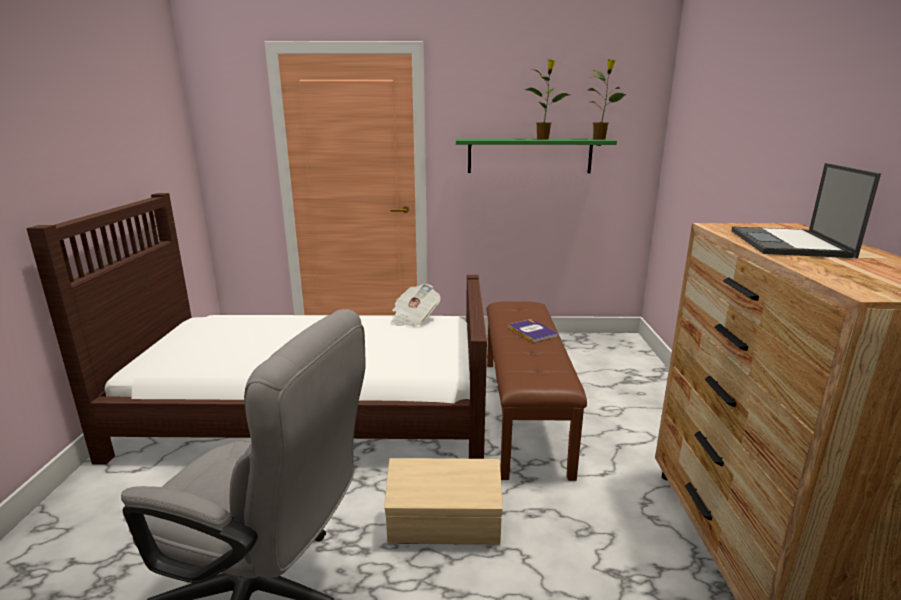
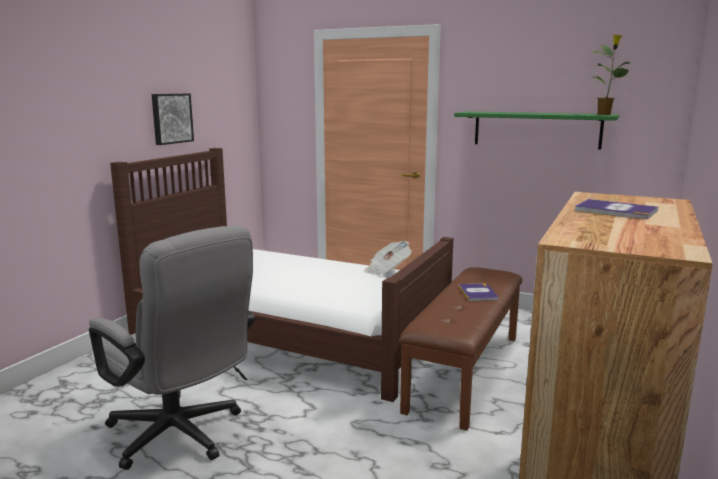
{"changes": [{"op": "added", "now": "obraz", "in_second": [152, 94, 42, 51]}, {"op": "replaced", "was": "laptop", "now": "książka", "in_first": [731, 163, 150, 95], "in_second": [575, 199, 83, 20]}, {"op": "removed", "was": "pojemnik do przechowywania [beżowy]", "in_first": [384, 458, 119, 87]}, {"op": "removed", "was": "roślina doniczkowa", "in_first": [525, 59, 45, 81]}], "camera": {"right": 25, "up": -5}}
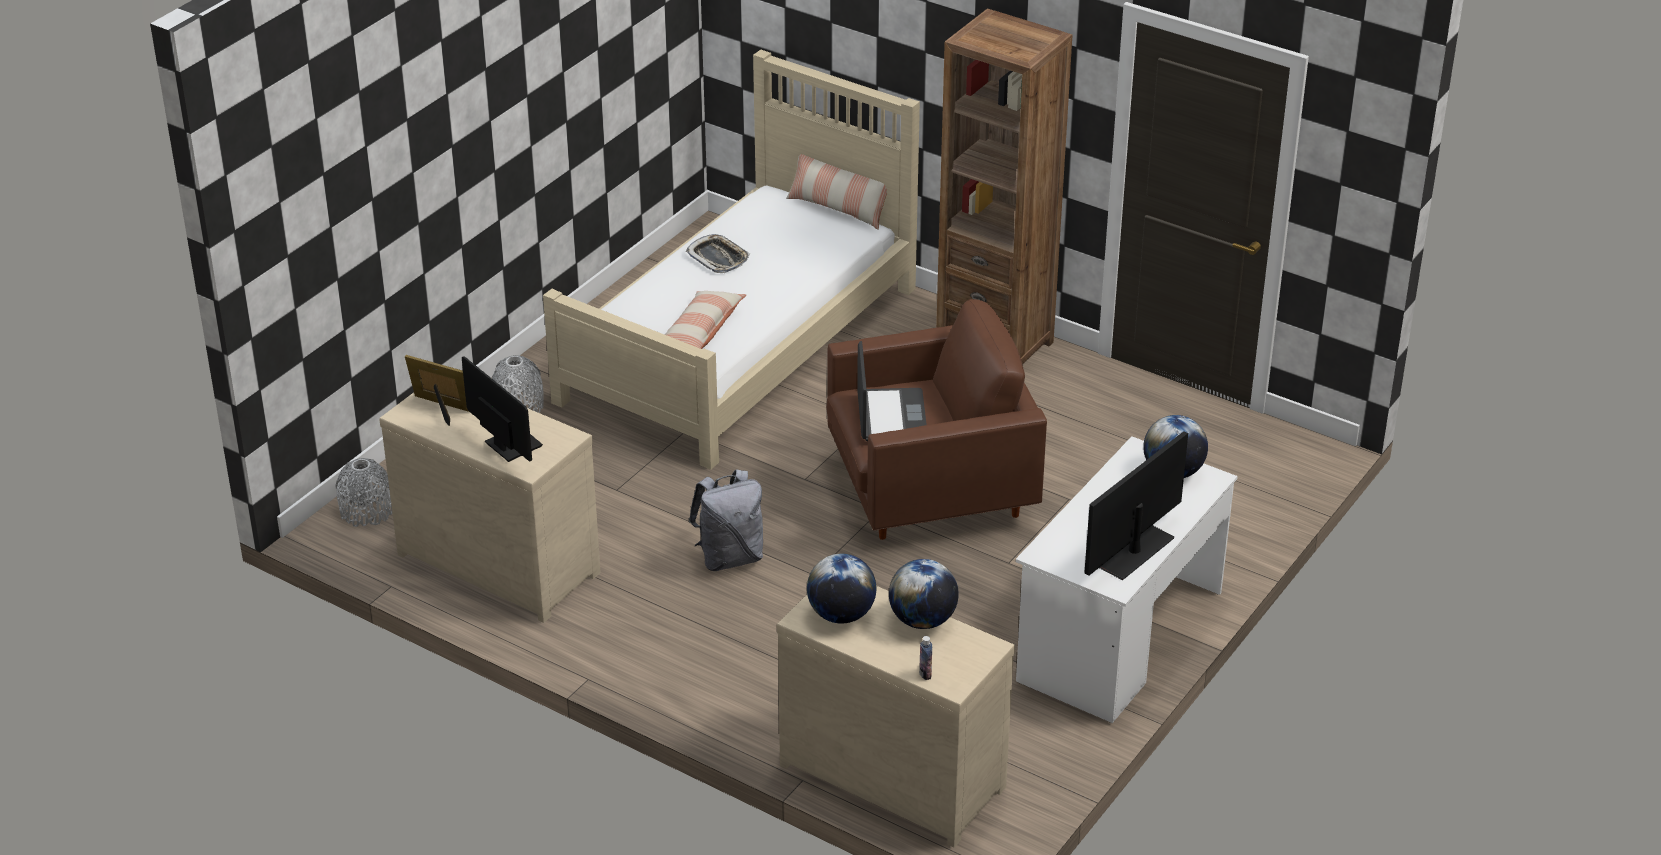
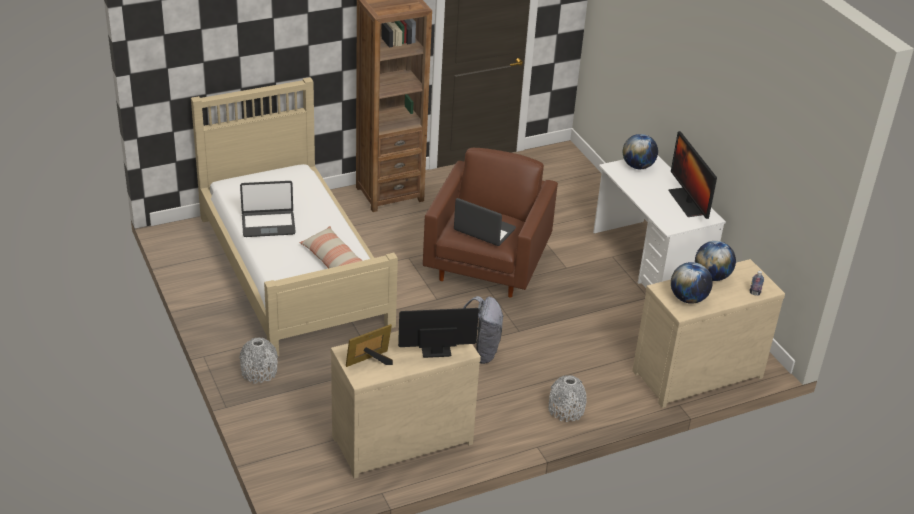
{"changes": [{"op": "replaced", "was": "taca", "now": "laptop", "in_first": [685, 234, 65, 39], "in_second": [240, 181, 56, 56]}, {"op": "moved", "was": "wazon [szary]", "in_first": [335, 458, 57, 69], "in_second": [548, 375, 39, 47]}, {"op": "removed", "was": "poduszka", "in_first": [786, 154, 101, 76]}], "camera": {"right": -60, "up": 0}}
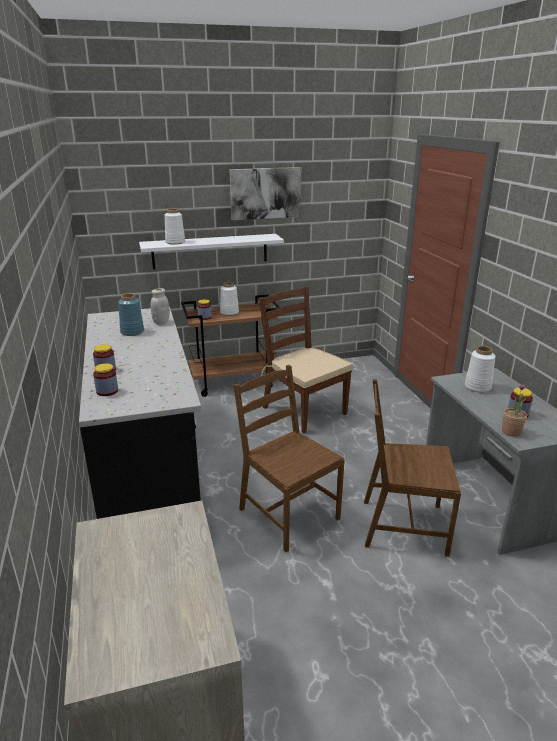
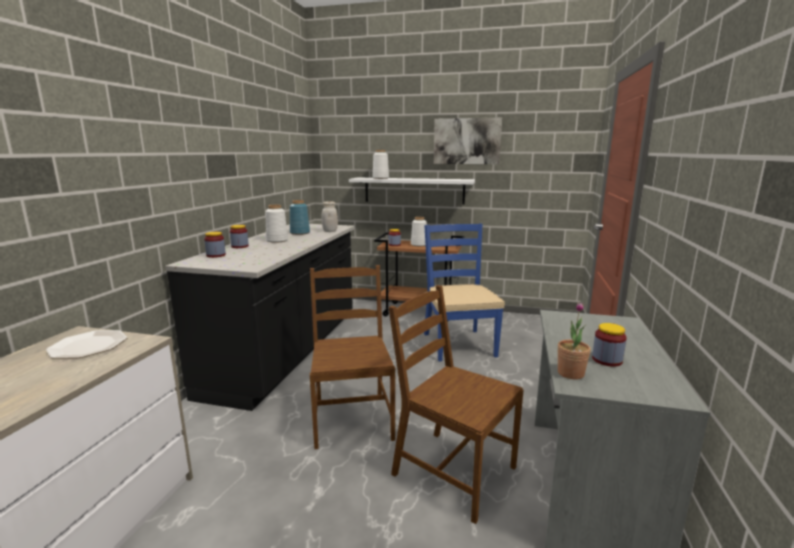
{"changes": [{"op": "added", "now": "talerz", "in_second": [46, 330, 82, 29]}, {"op": "moved", "was": "wazon [biały]", "in_first": [465, 346, 31, 46], "in_second": [265, 205, 23, 38]}, {"op": "recoloured", "was": "krzesło [brązowy]", "now": "krzesło [niebieski]", "in_first": [259, 287, 94, 146], "in_second": [424, 224, 81, 138]}], "camera": {"right": 30, "up": -10}}
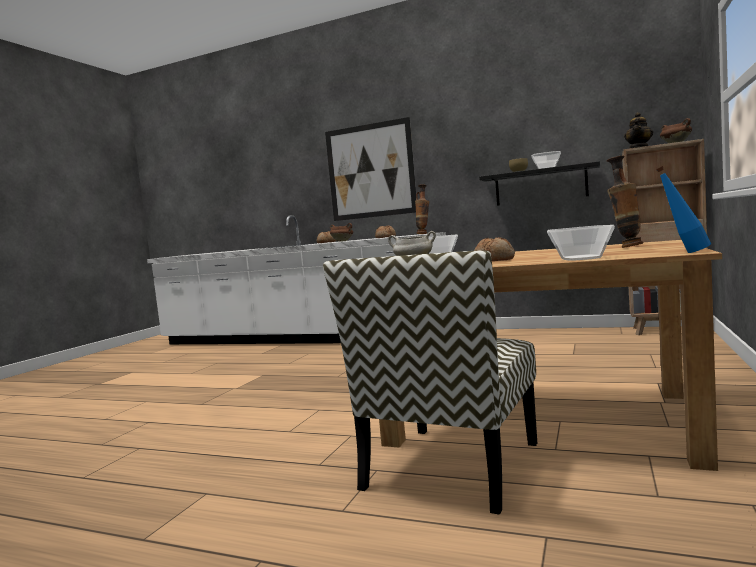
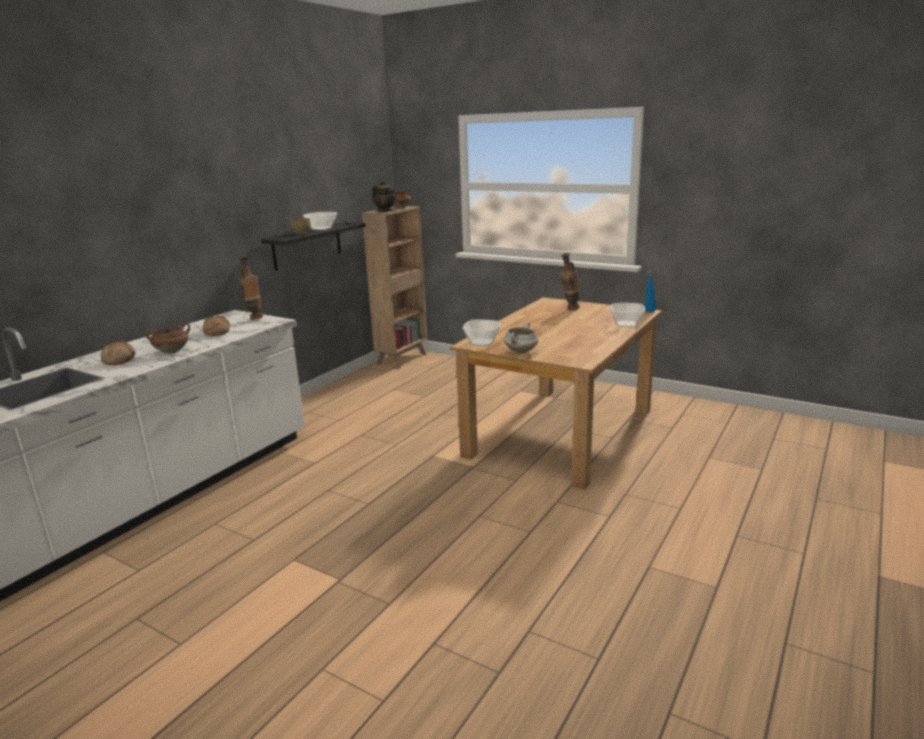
{"changes": [{"op": "removed", "was": "krzesło", "in_first": [323, 250, 214, 265]}, {"op": "removed", "was": "obraz", "in_first": [325, 117, 91, 104]}, {"op": "removed", "was": "chleb", "in_first": [474, 237, 41, 24]}], "camera": {"right": -80, "up": 15}}
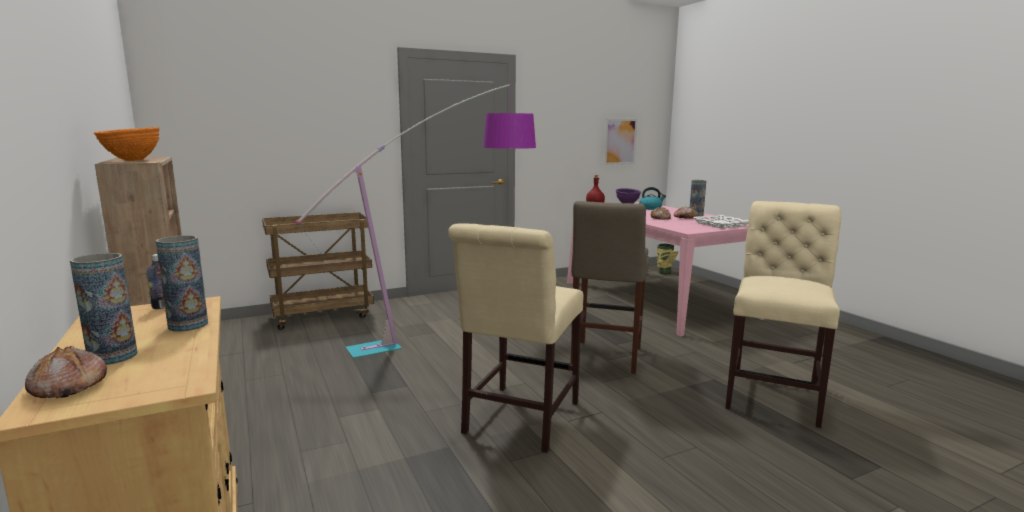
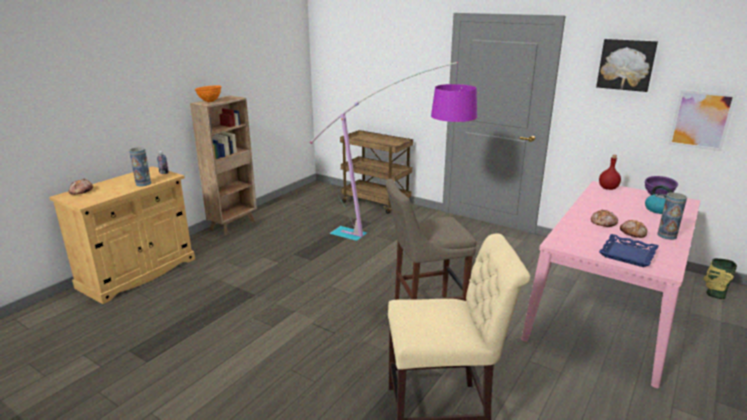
{"changes": [{"op": "added", "now": "obraz", "in_second": [596, 39, 62, 53]}, {"op": "recoloured", "was": "taca [biały]", "now": "taca [niebieski]", "in_first": [693, 215, 56, 13], "in_second": [599, 234, 59, 33]}, {"op": "removed", "was": "wazon", "in_first": [70, 253, 67, 112]}, {"op": "removed", "was": "krzesło [beżowy]", "in_first": [448, 224, 136, 229]}], "camera": {"right": 60, "up": 10}}
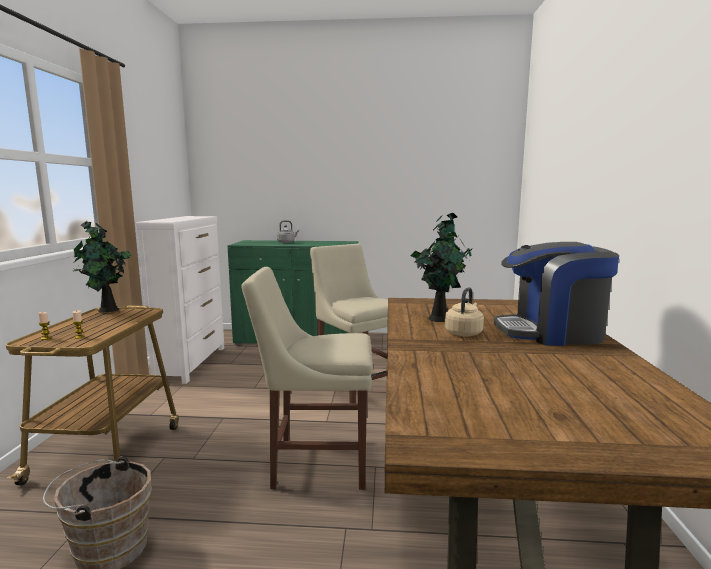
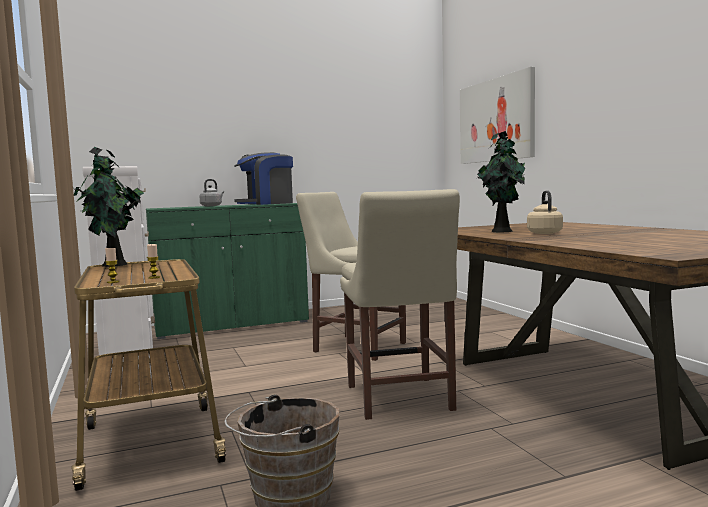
{"changes": [{"op": "moved", "was": "ekspres do kawy", "in_first": [494, 242, 125, 104], "in_second": [234, 152, 59, 53]}, {"op": "turned", "was": "krzesło [beżowy]", "in_first": [241, 267, 132, 223], "in_second": [340, 189, 120, 231], "clockwise": -75}, {"op": "added", "now": "obraz", "in_second": [460, 67, 75, 97]}], "camera": {"right": -25, "up": -5}}
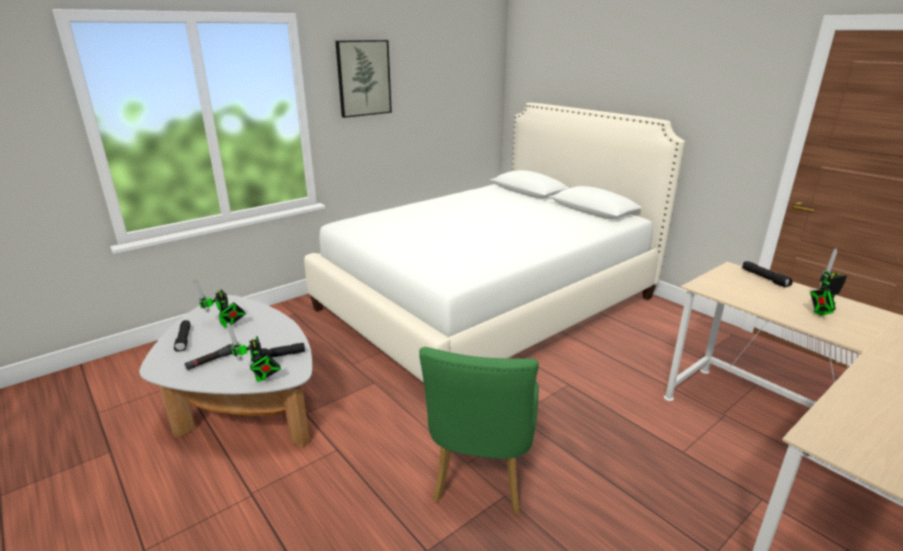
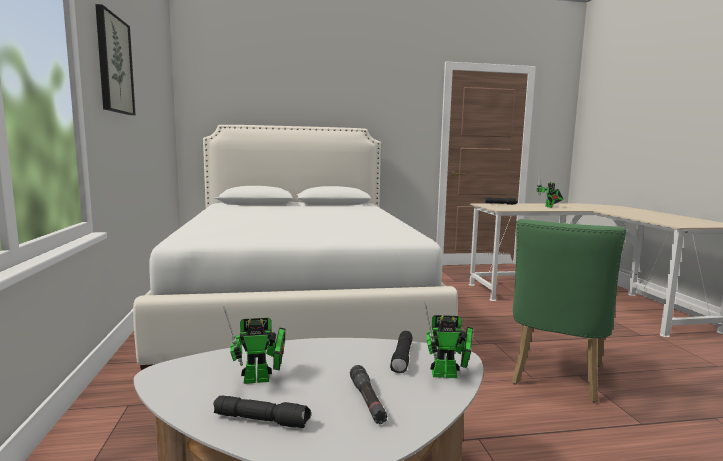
{"changes": [{"op": "turned", "was": "krzesło [zielony]", "in_first": [419, 347, 120, 168], "in_second": [512, 219, 114, 184], "clockwise": 75}], "camera": {"right": -60, "up": -15}}
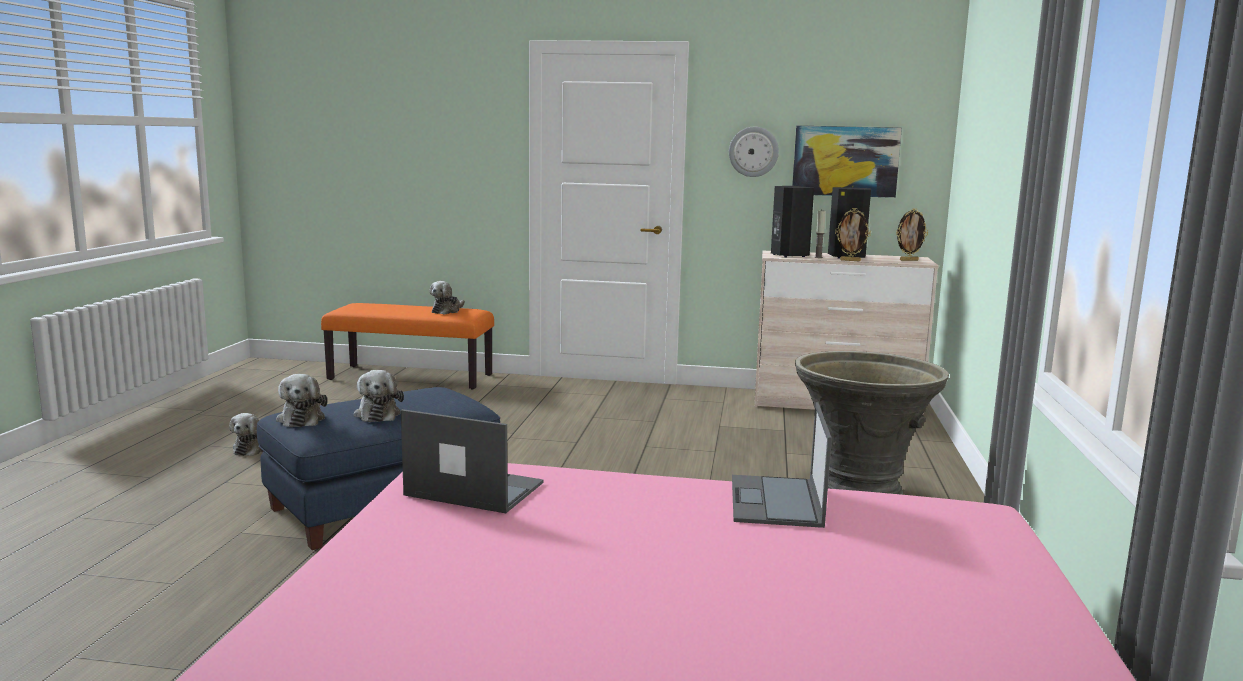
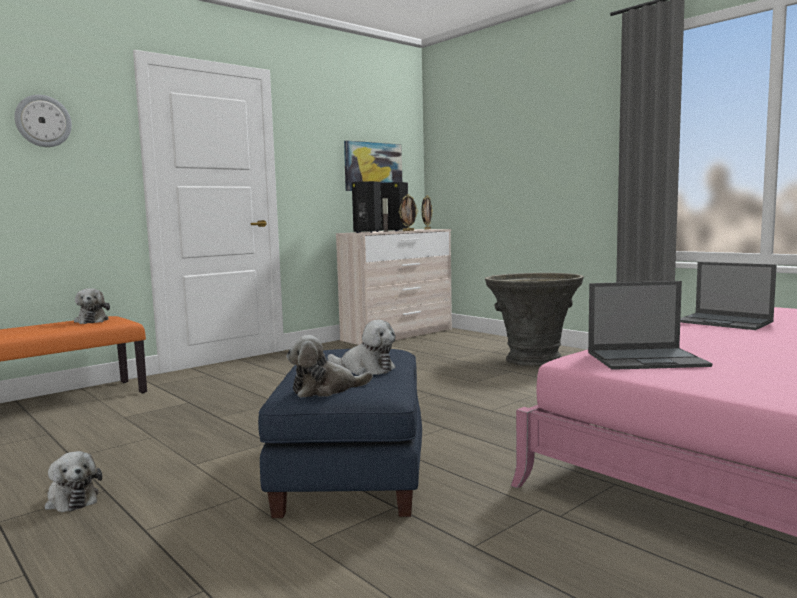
{"changes": [{"op": "moved", "was": "zegar ścienny", "in_first": [729, 127, 50, 50], "in_second": [14, 95, 58, 52]}, {"op": "turned", "was": "pluszak", "in_first": [276, 374, 52, 53], "in_second": [286, 335, 87, 63], "clockwise": 135}, {"op": "turned", "was": "laptop", "in_first": [401, 409, 143, 104], "in_second": [588, 281, 124, 89], "clockwise": -150}], "camera": {"right": -50, "up": -5}}
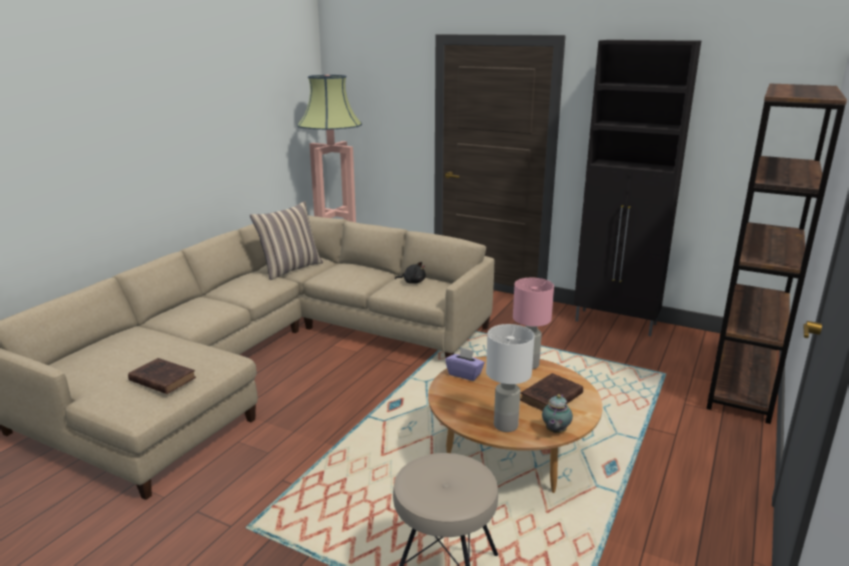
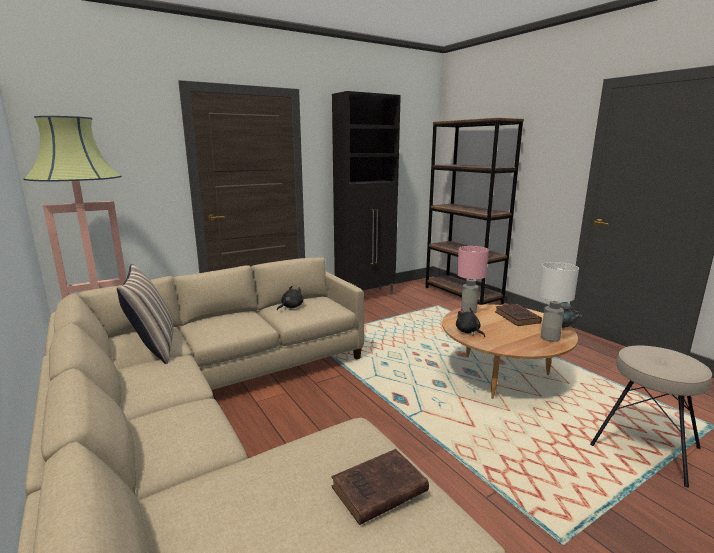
{"changes": [{"op": "replaced", "was": "pudełko chusteczek [fioletowy]", "now": "pluszak [czarny]", "in_first": [445, 347, 40, 34], "in_second": [456, 308, 29, 29]}], "camera": {"right": -60, "up": -5}}
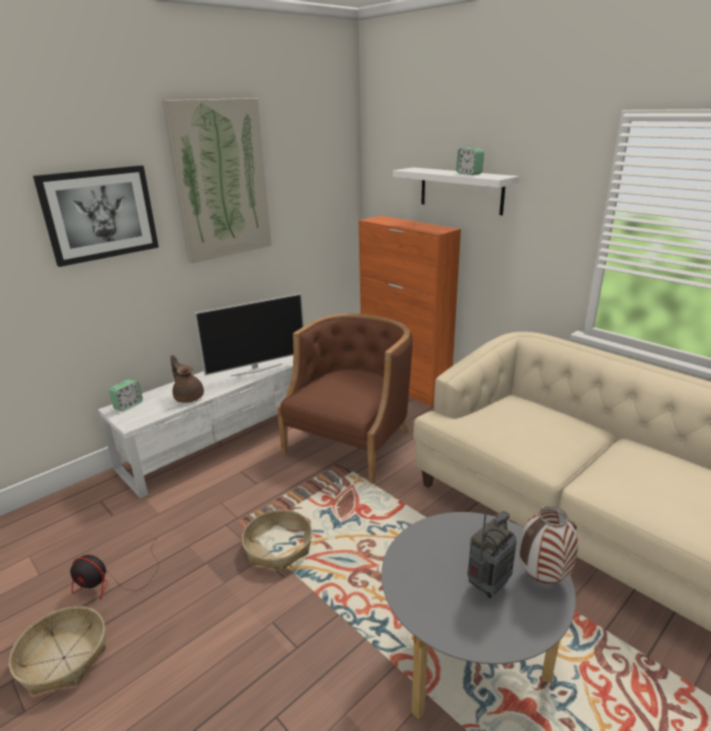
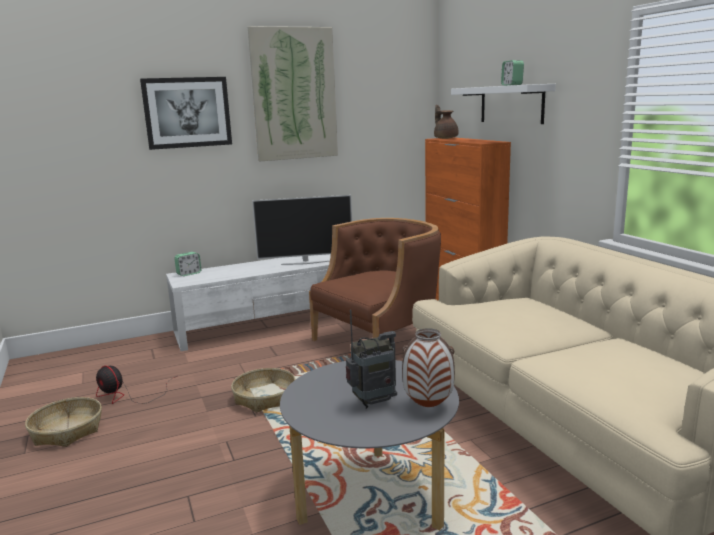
{"changes": [{"op": "moved", "was": "imbryk [brązowy]", "in_first": [170, 355, 34, 48], "in_second": [434, 105, 24, 34]}], "camera": {"right": 20, "up": -10}}
